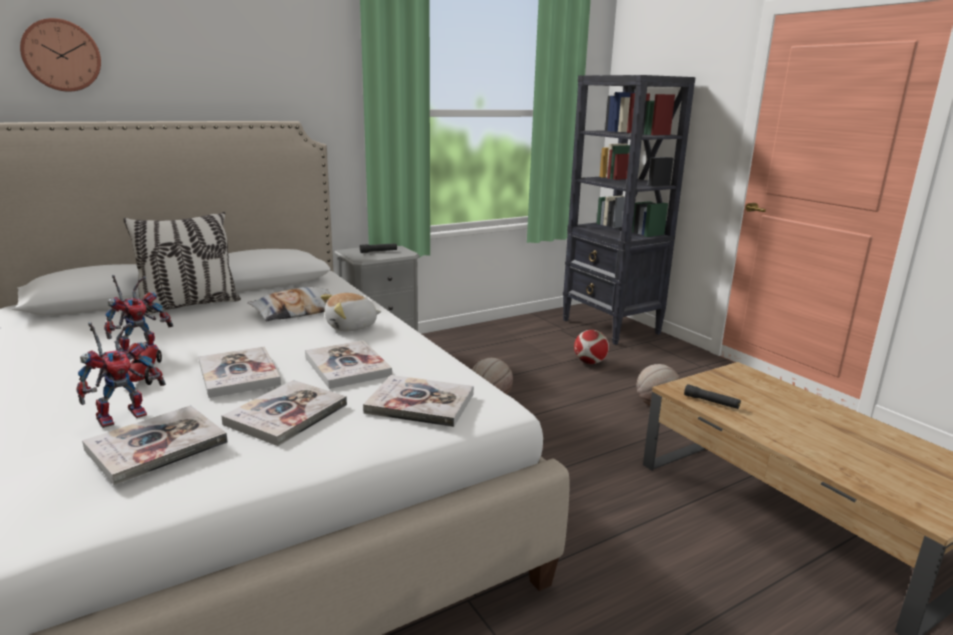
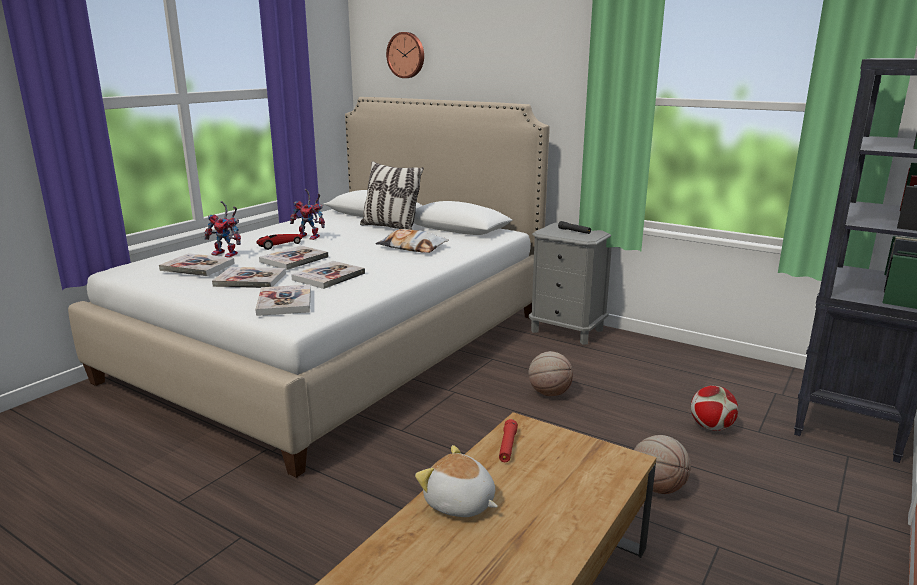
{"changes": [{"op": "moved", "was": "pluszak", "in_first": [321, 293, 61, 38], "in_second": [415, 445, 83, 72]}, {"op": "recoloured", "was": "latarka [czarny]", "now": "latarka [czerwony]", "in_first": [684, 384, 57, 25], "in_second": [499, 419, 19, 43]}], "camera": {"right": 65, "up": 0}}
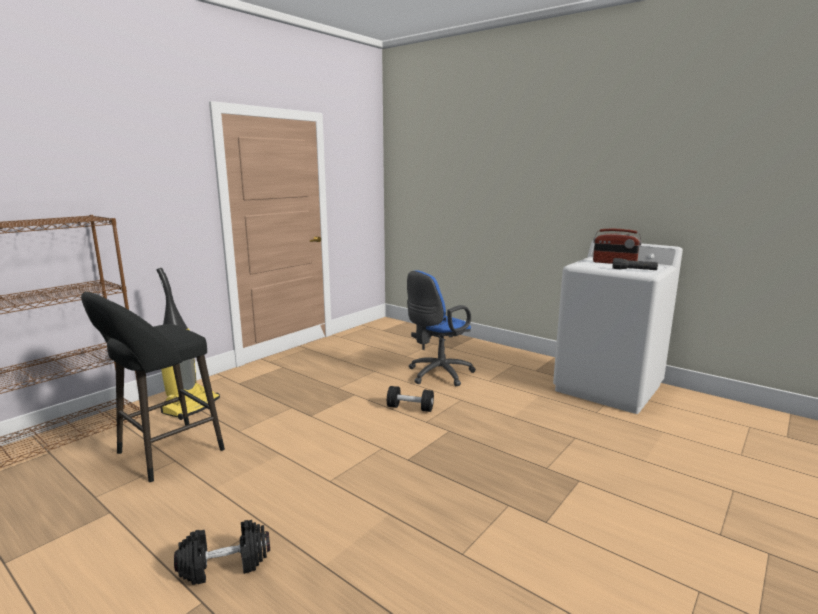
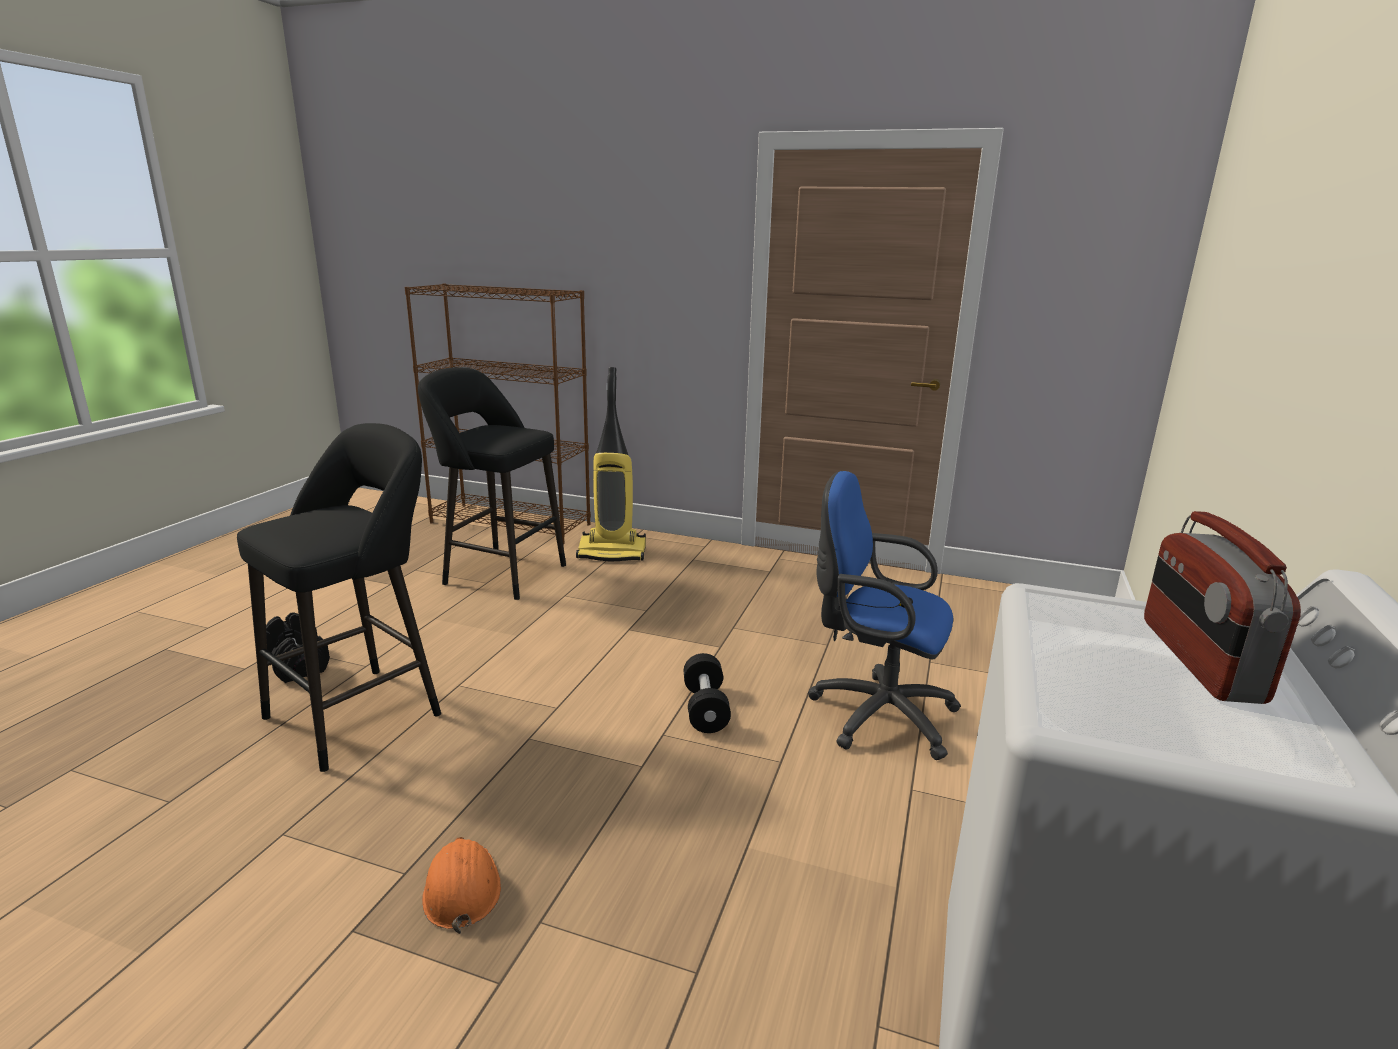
{"changes": [{"op": "added", "now": "stołek [czarny]", "in_second": [237, 423, 204, 349]}, {"op": "added", "now": "kask [pomarańczowy]", "in_second": [422, 837, 79, 97]}, {"op": "removed", "was": "latarka [czarny]", "in_first": [612, 258, 46, 12]}], "camera": {"right": 70, "up": 5}}
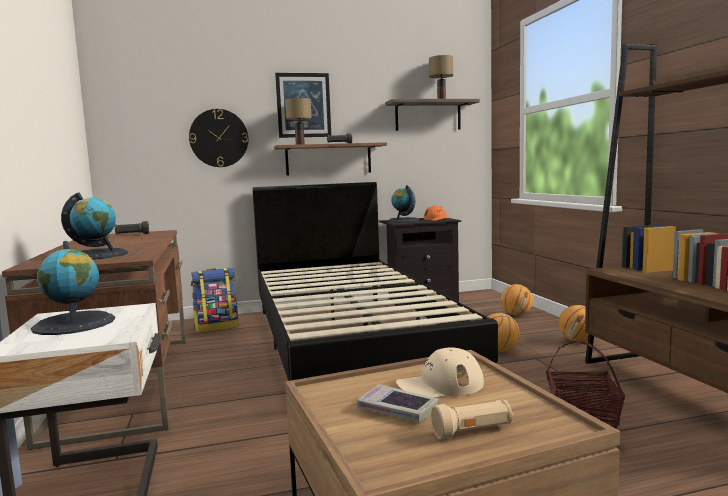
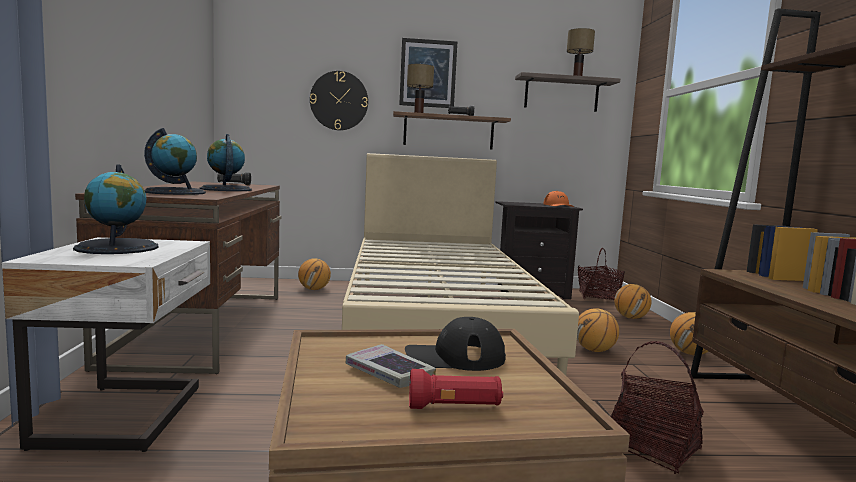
{"changes": [{"op": "moved", "was": "globus", "in_first": [387, 185, 33, 38], "in_second": [200, 134, 52, 57]}, {"op": "replaced", "was": "plecak", "now": "piłka do koszykówki", "in_first": [191, 268, 48, 65], "in_second": [298, 258, 33, 32]}, {"op": "recoloured", "was": "łóżko [czarny]", "now": "łóżko [beżowy]", "in_first": [252, 182, 246, 199], "in_second": [342, 153, 237, 222]}, {"op": "recoloured", "was": "czapka z daszkiem [beżowy]", "now": "czapka z daszkiem [czarny]", "in_first": [396, 347, 88, 51], "in_second": [405, 317, 101, 54]}, {"op": "recoloured", "was": "latarka [beżowy]", "now": "latarka [czerwony]", "in_first": [431, 400, 82, 39], "in_second": [409, 369, 94, 40]}, {"op": "added", "now": "koszyk", "in_second": [578, 248, 47, 52]}], "camera": {"right": 10, "up": 0}}
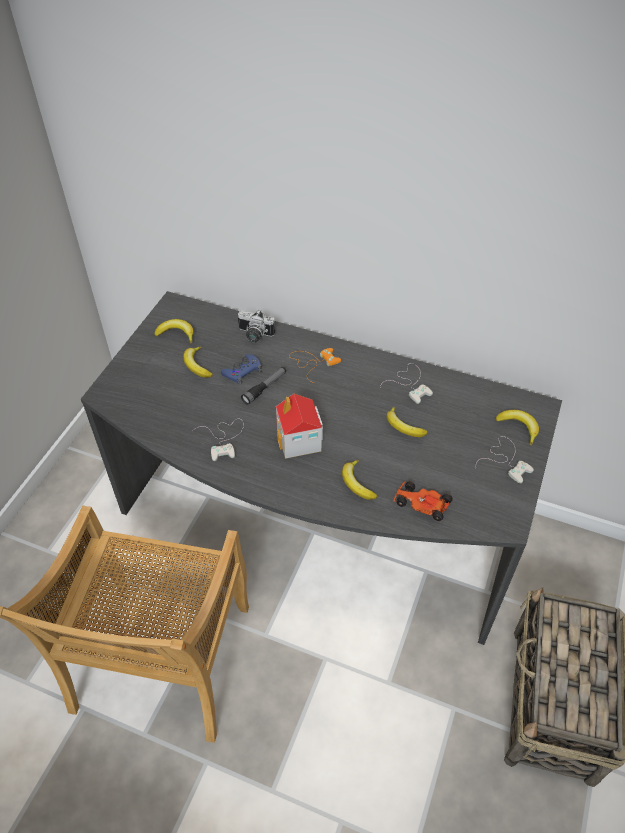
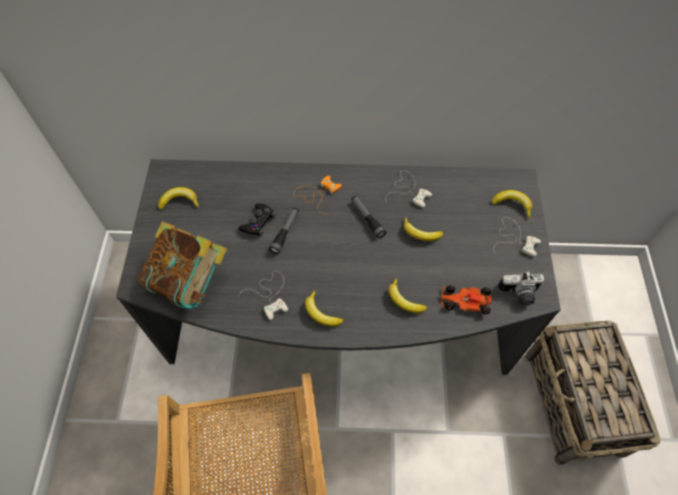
{"changes": [{"op": "added", "now": "książka", "in_second": [138, 221, 89, 88]}, {"op": "recoloured", "was": "pad do gier [niebieski]", "now": "pad do gier [czarny]", "in_first": [221, 354, 41, 31], "in_second": [239, 203, 36, 33]}, {"op": "moved", "was": "banan", "in_first": [183, 346, 30, 31], "in_second": [305, 290, 38, 36]}, {"op": "added", "now": "latarka", "in_second": [351, 196, 35, 43]}, {"op": "moved", "was": "aparat fotograficzny", "in_first": [238, 310, 37, 33], "in_second": [498, 272, 46, 34]}, {"op": "removed", "was": "domek", "in_first": [276, 394, 47, 65]}], "camera": {"right": -20, "up": 10}}
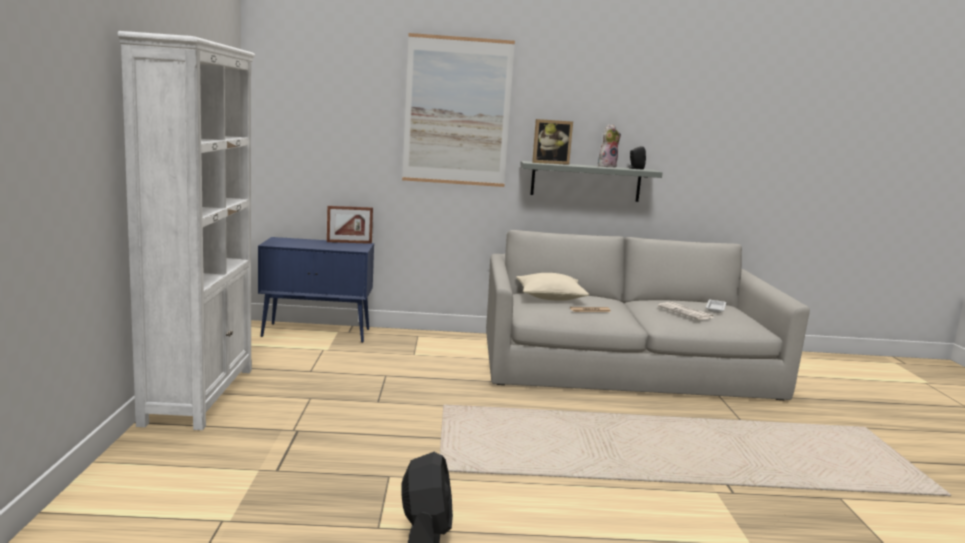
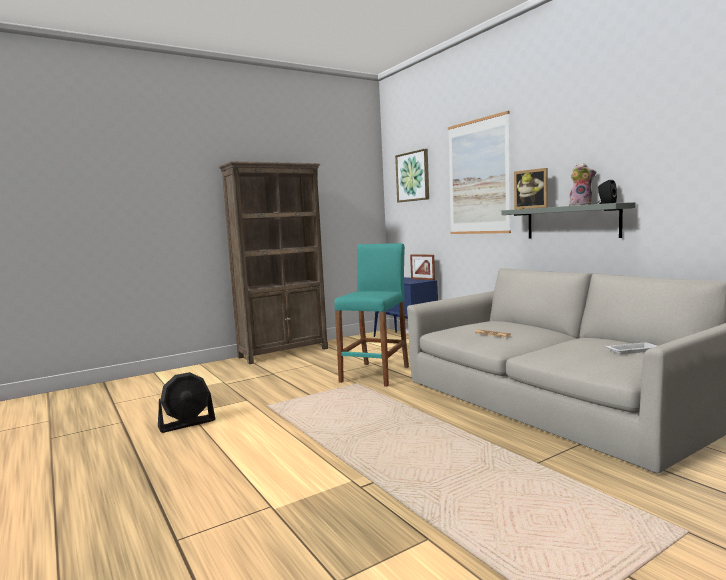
{"changes": [{"op": "recoloured", "was": "regał [biały]", "now": "regał [brązowy]", "in_first": [118, 31, 137, 399], "in_second": [219, 161, 109, 203]}, {"op": "added", "now": "stołek [turkusowy]", "in_second": [334, 243, 75, 144]}, {"op": "added", "now": "obraz", "in_second": [395, 149, 34, 53]}, {"op": "removed", "was": "poduszka [beżowy]", "in_first": [516, 273, 73, 28]}, {"op": "removed", "was": "gazeta", "in_first": [658, 302, 57, 18]}], "camera": {"right": 60, "up": -5}}
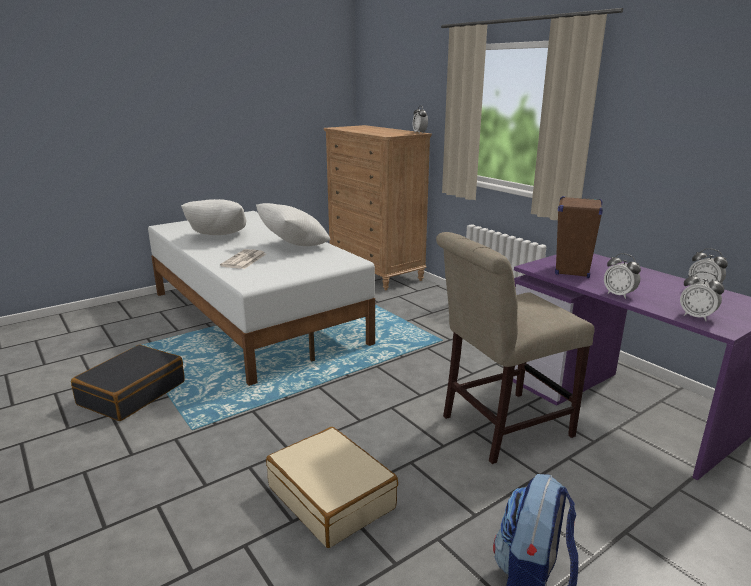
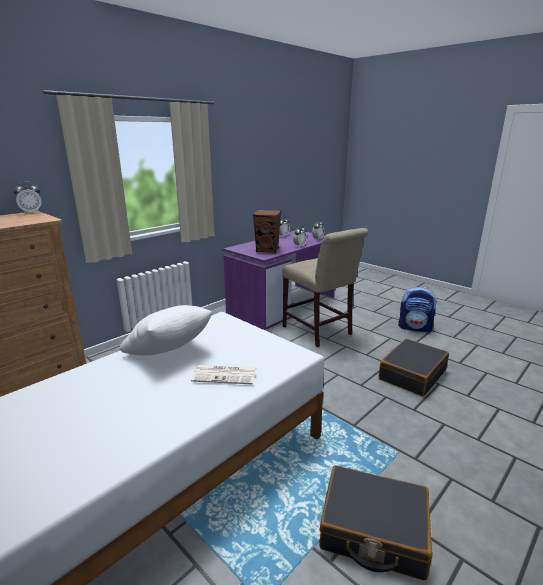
{"changes": [{"op": "recoloured", "was": "walizka [beżowy]", "now": "walizka [czarny]", "in_first": [266, 427, 132, 121], "in_second": [379, 339, 70, 58]}, {"op": "removed", "was": "poduszka [biały]", "in_first": [181, 199, 65, 36]}], "camera": {"right": -100, "up": 0}}
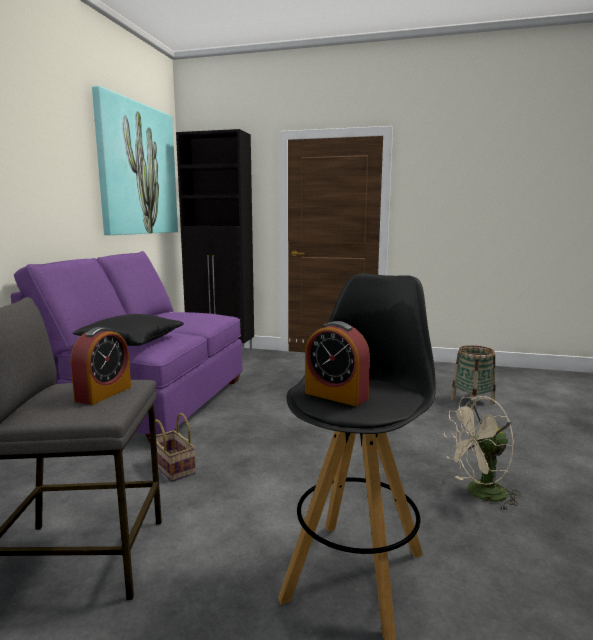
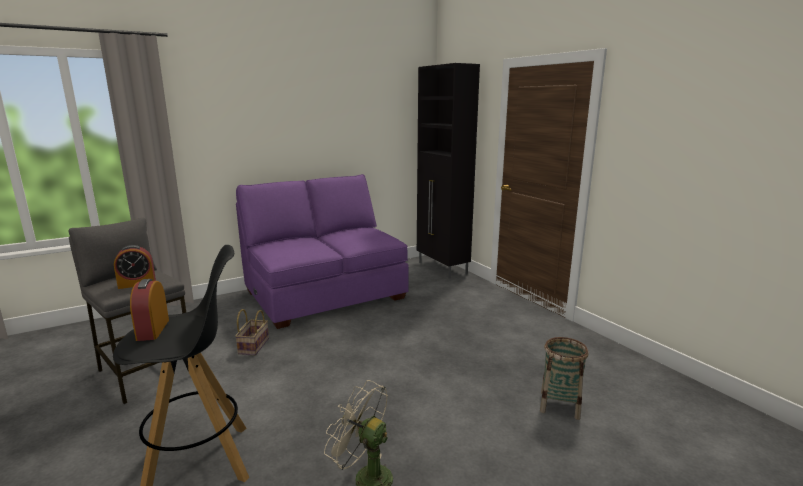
{"changes": [{"op": "removed", "was": "poduszka [czarny]", "in_first": [72, 314, 112, 32]}, {"op": "removed", "was": "obraz", "in_first": [92, 86, 86, 149]}], "camera": {"right": 45, "up": 5}}
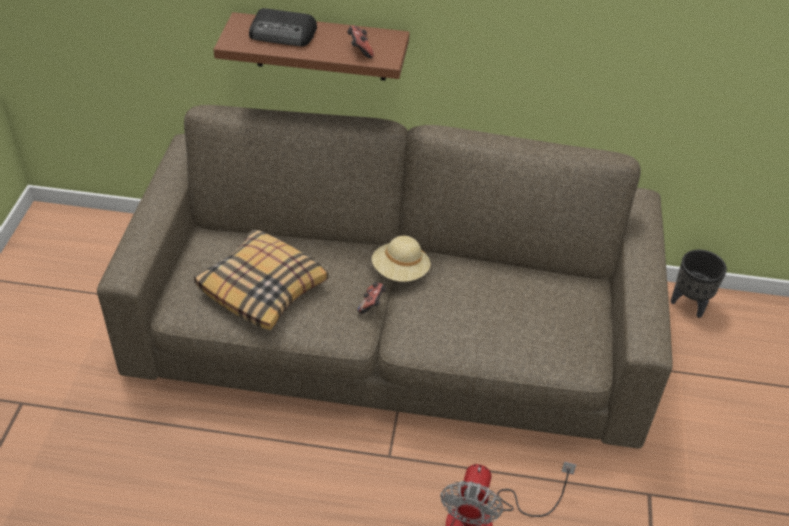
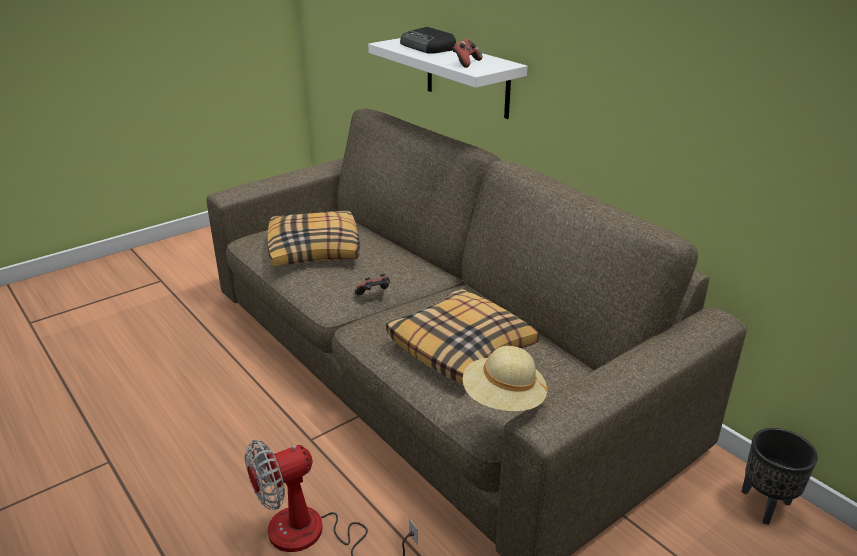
{"changes": [{"op": "recoloured", "was": "półka [brązowy]", "now": "półka [biały]", "in_first": [213, 12, 197, 68], "in_second": [368, 38, 160, 81]}, {"op": "added", "now": "poduszka", "in_second": [386, 288, 153, 96]}, {"op": "moved", "was": "kapelusz [beżowy]", "in_first": [372, 236, 59, 46], "in_second": [463, 346, 85, 65]}], "camera": {"right": 45, "up": -15}}
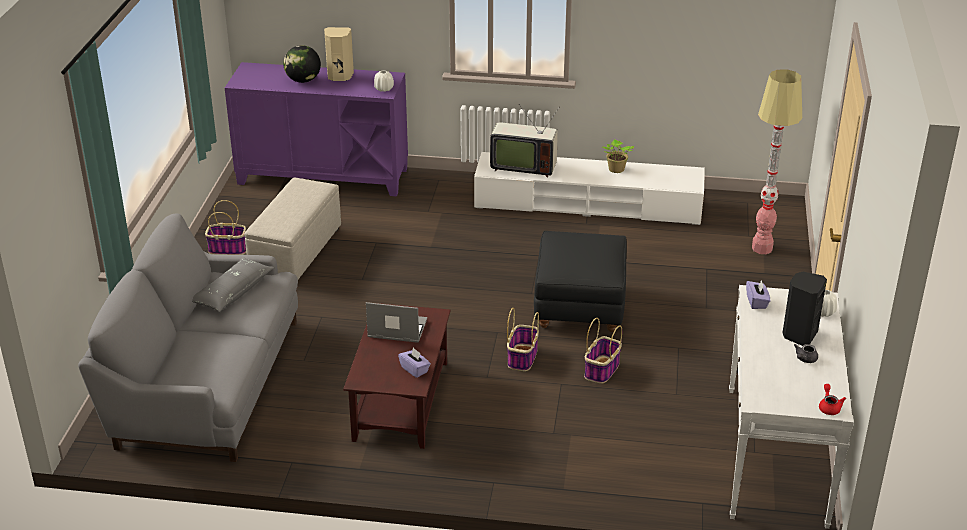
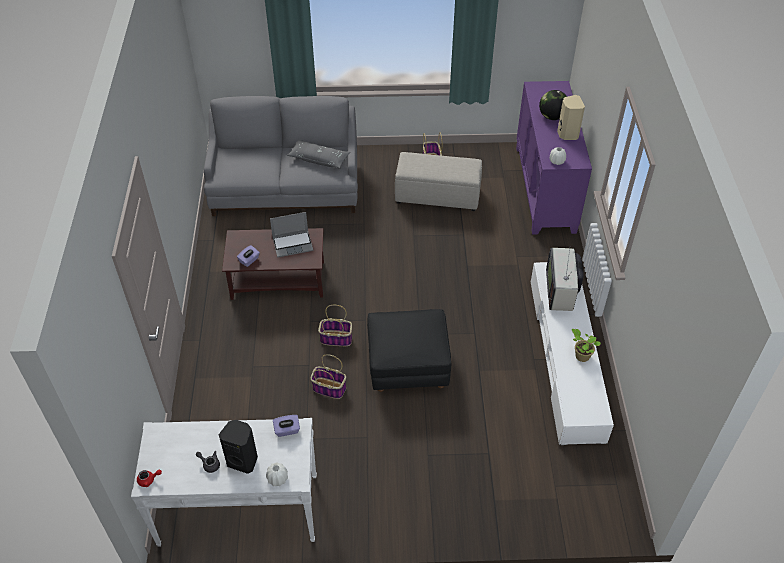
{"changes": [{"op": "turned", "was": "laptop", "in_first": [366, 302, 61, 41], "in_second": [270, 212, 43, 45], "clockwise": 75}, {"op": "removed", "was": "lampa stojąca", "in_first": [752, 69, 50, 185]}], "camera": {"right": 80, "up": 15}}
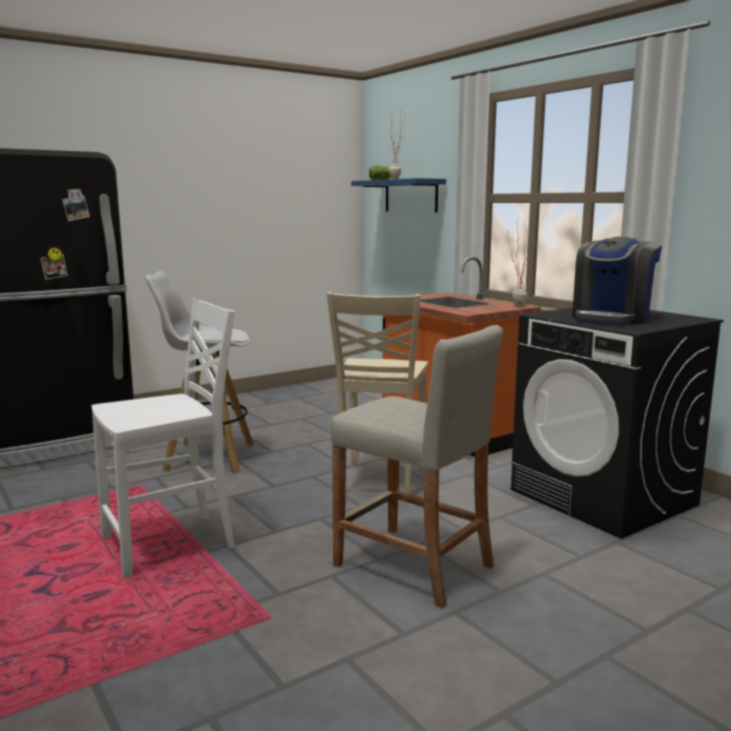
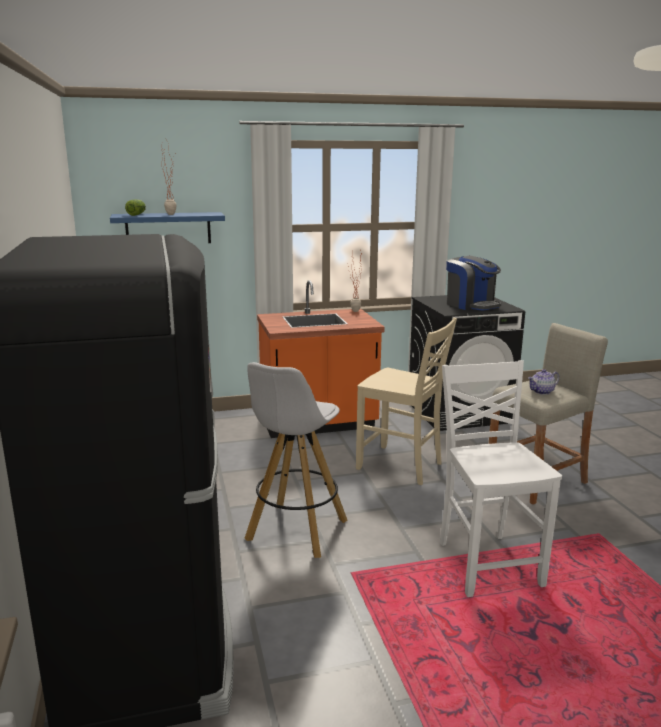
{"changes": [{"op": "added", "now": "imbryk", "in_second": [528, 369, 31, 26]}], "camera": {"right": -70, "up": 5}}
